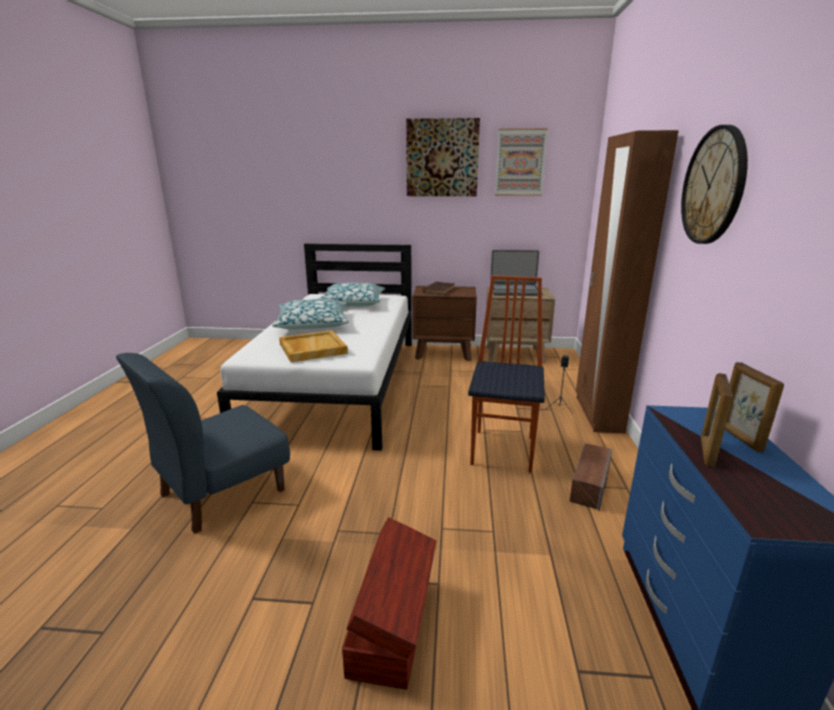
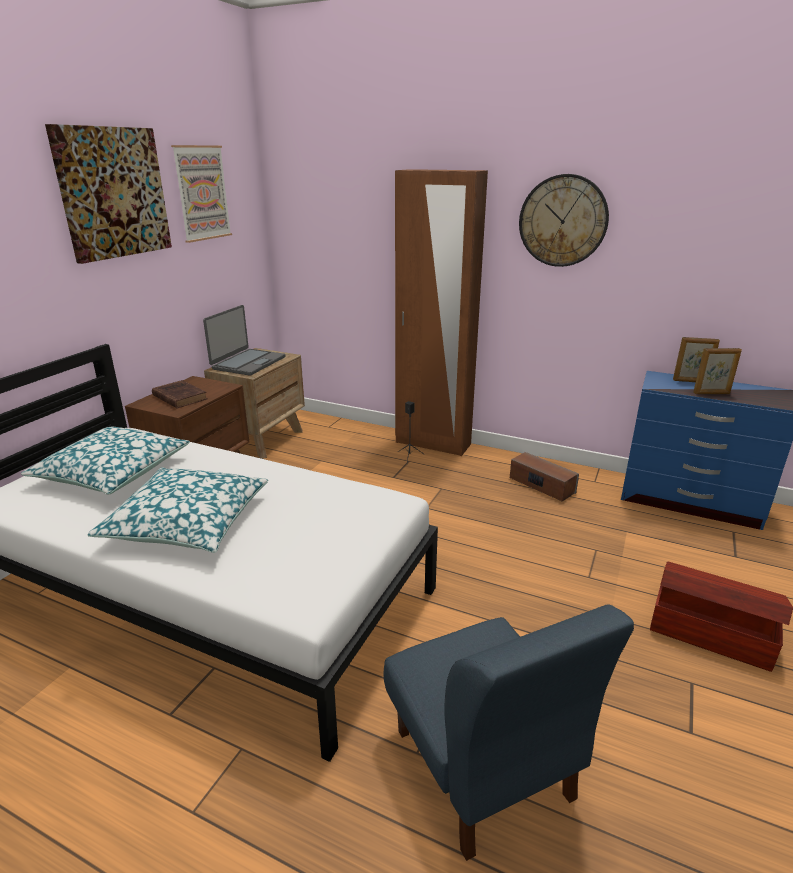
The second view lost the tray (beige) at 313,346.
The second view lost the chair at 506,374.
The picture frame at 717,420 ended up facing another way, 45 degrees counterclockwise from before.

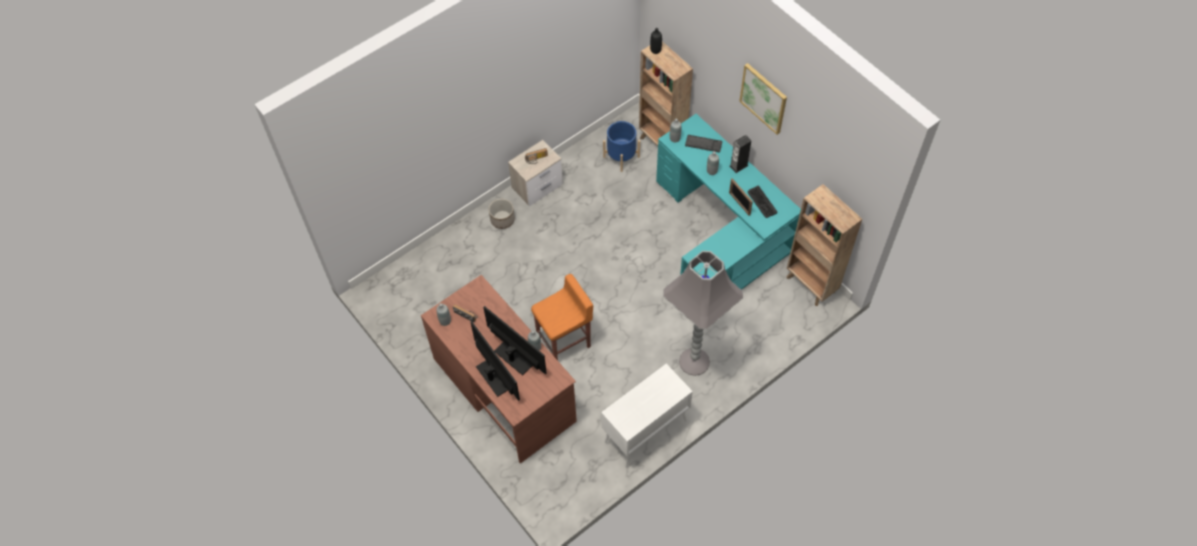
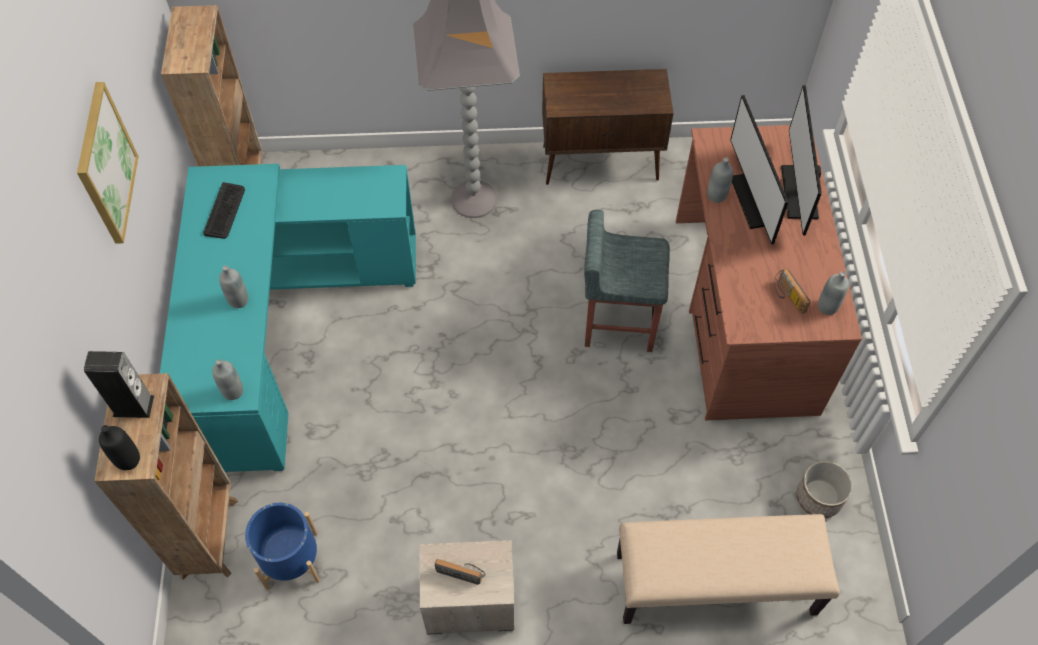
The second view lost the keyboard at 703,144.
The second view lost the picture frame at 741,197.
The second view gained the bench (beige) at 728,569.
The planter ended up elsewhere, having gone from 502,214 to 825,489.
The speaker ended up elsewhere, having gone from 740,154 to 119,384.
What was the stool (orange) at 562,317 turned into the stool (grey) at 626,281.
What was the cabinet (white) at 647,415 turned into the cabinet (brown) at 608,127.

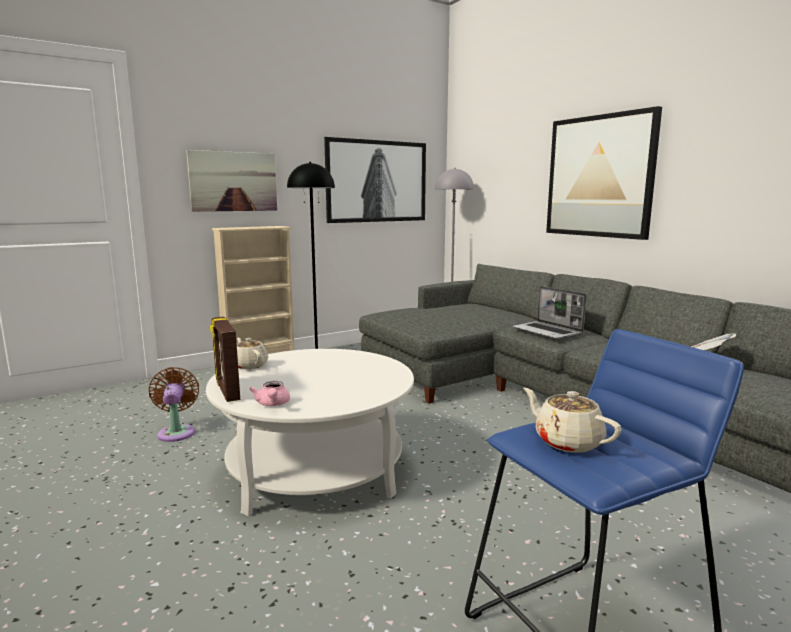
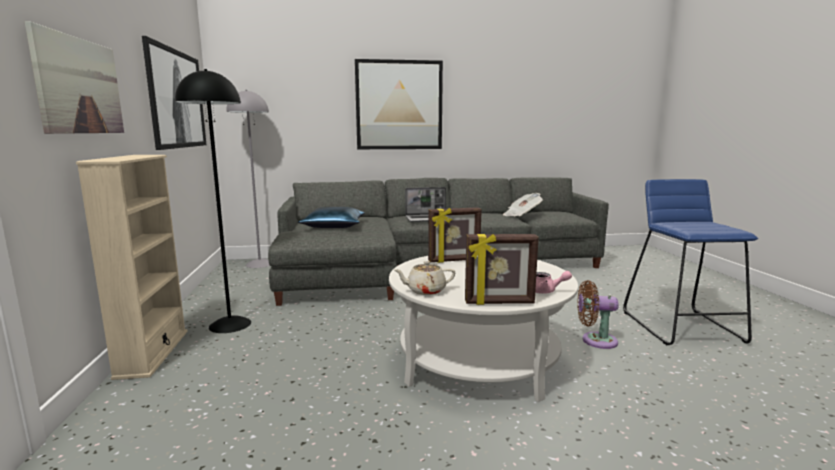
The second view lost the teapot (beige) at 572,420.
The second view gained the pillow (blue) at 331,217.
The second view gained the picture frame at 455,235.
The fan (brown) ended up elsewhere, having gone from 174,404 to 597,314.

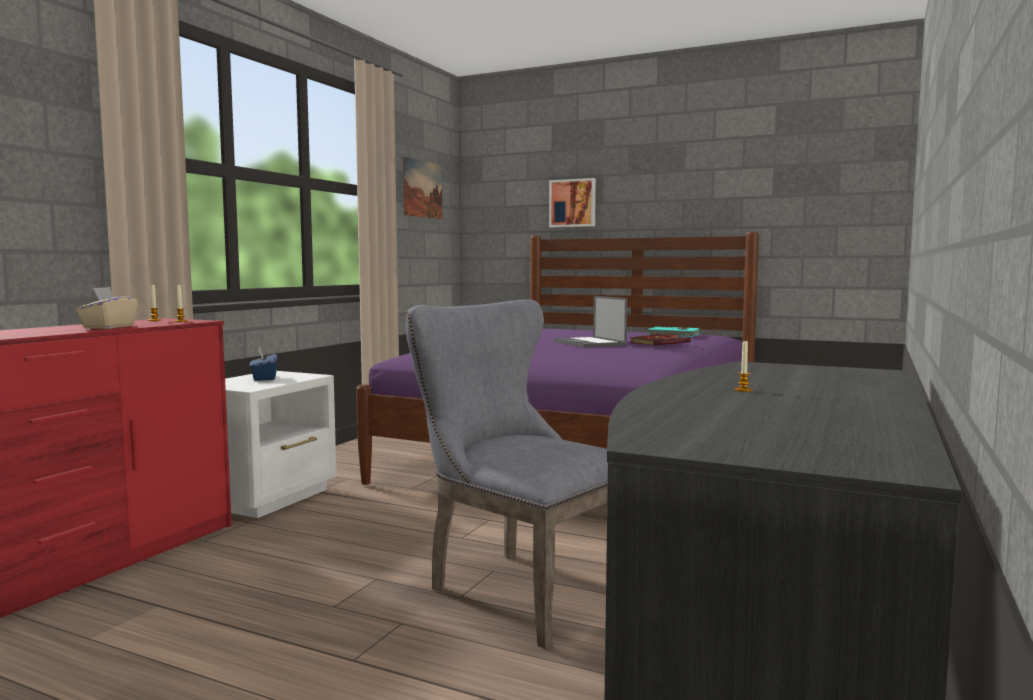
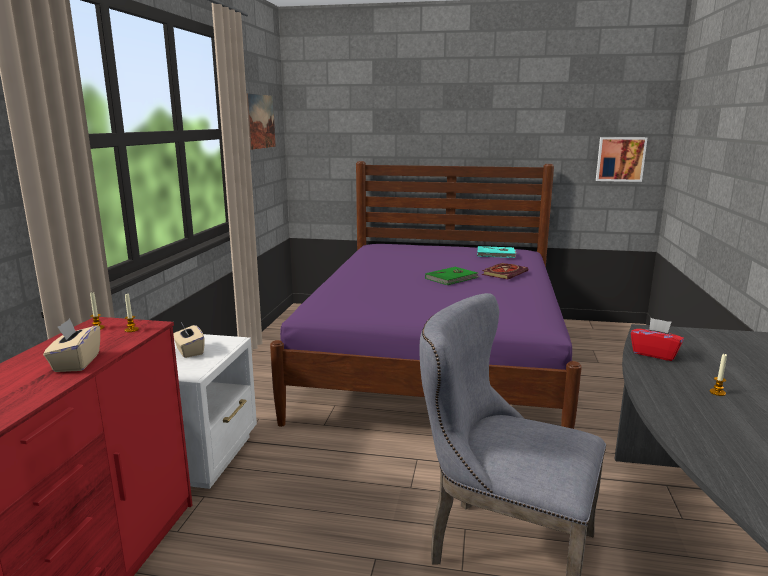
The second view gained the tissue box (red) at 657,339.
The picture ended up elsewhere, having gone from 572,202 to 621,159.
Where the laptop stood at 590,322, the book (green) came to stand at 452,276.
What was the tissue box (blue) at 263,364 turned into the tissue box (beige) at 189,340.

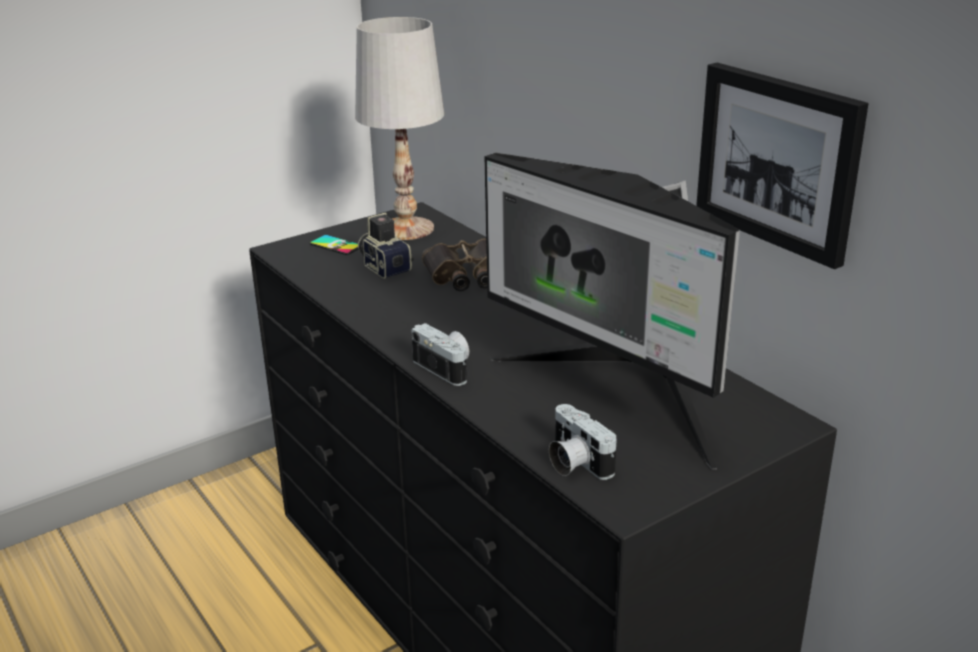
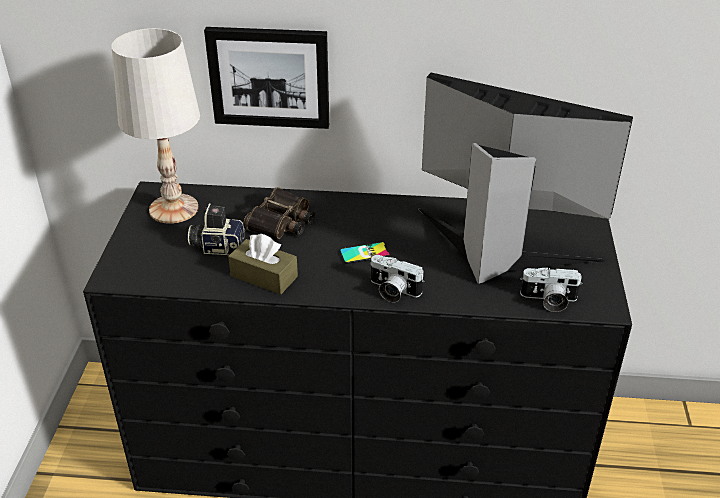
The second view gained the tissue box (brown) at 263,264.
The phone ended up elsewhere, having gone from 333,245 to 364,253.
The picture ended up elsewhere, having gone from 782,166 to 266,78.
The photo camera at 440,354 ended up facing another way, 150 degrees counterclockwise from before.
The monitor at 612,311 ended up facing another way, 150 degrees counterclockwise from before.

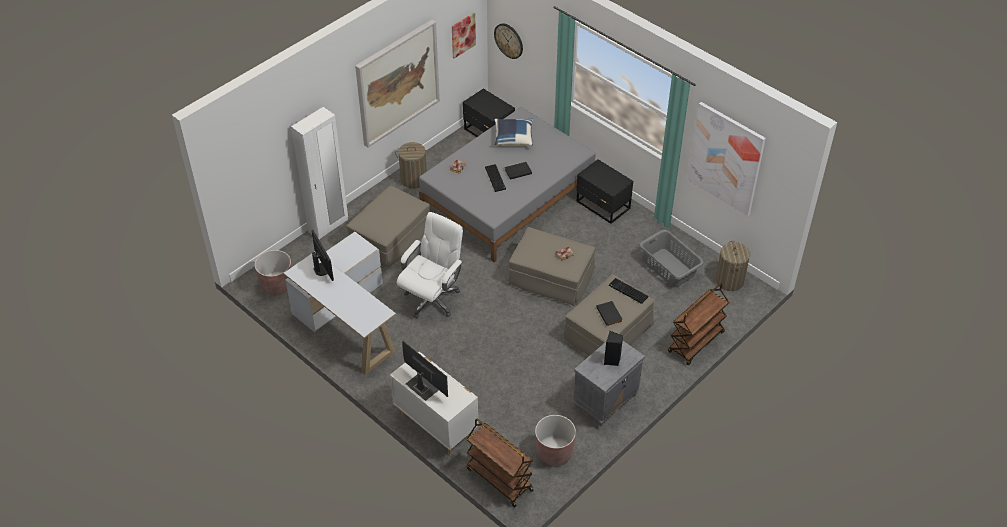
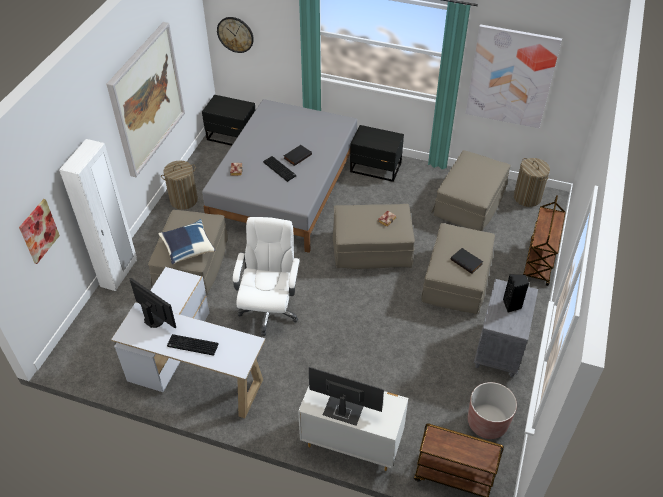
The second view lost the planter (brown) at 273,272.
The picture ended up elsewhere, having gone from 464,35 to 39,231.
The pillow (blue) ended up elsewhere, having gone from 514,132 to 187,241.
The keyboard ended up elsewhere, having gone from 628,291 to 193,345.
Where the laundry basket (grey) stood at 671,258, the ottoman (beige) came to stand at 471,190.

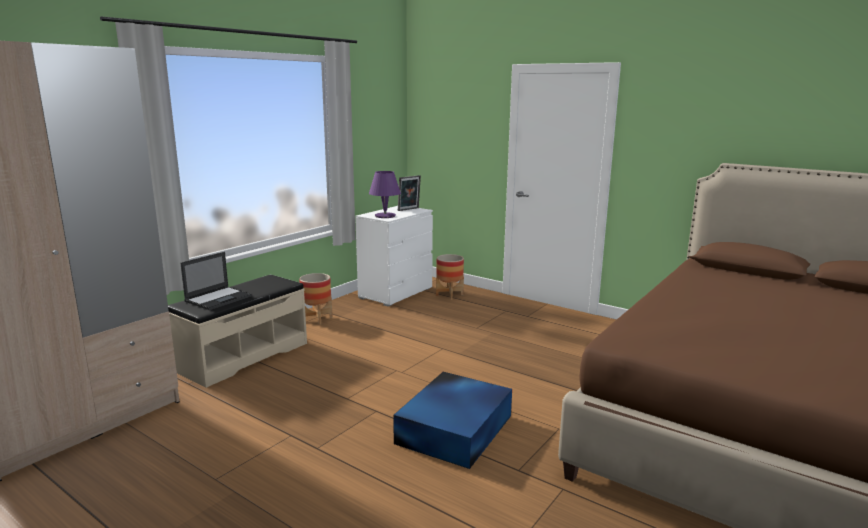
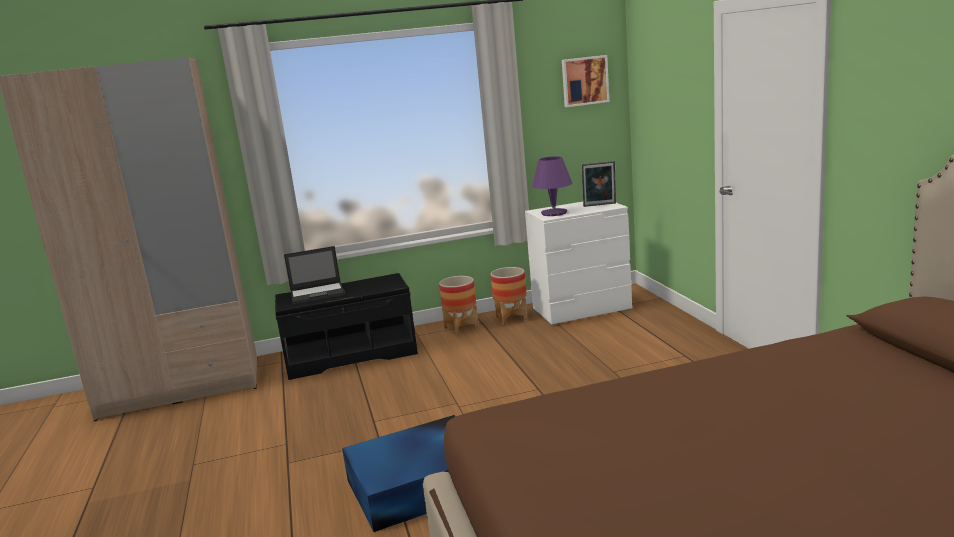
The second view gained the picture at 585,81.
The planter ended up elsewhere, having gone from 450,277 to 509,296.
What was the bench (beige) at 237,331 turned into the bench (black) at 346,326.

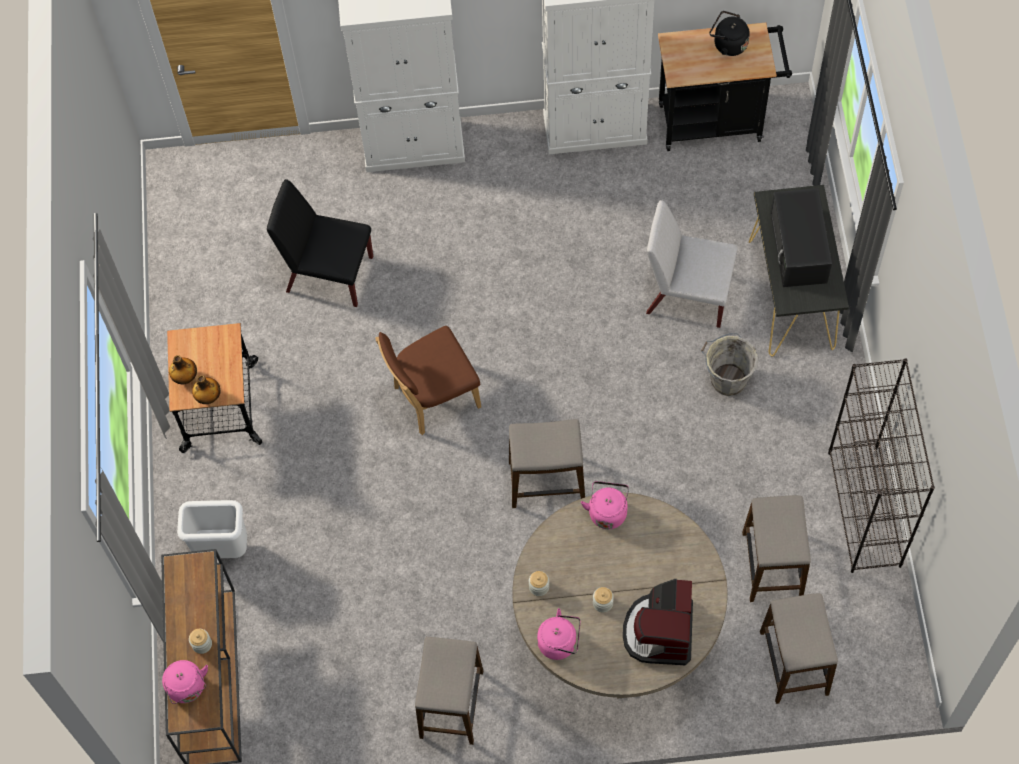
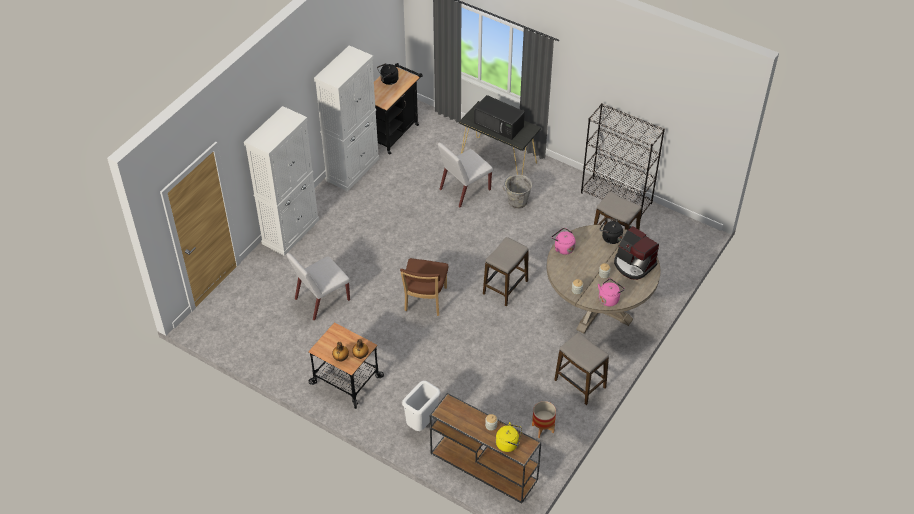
The second view lost the stool at 799,648.
The second view gained the planter at 544,419.
The second view gained the kettle (black) at 611,231.
What was the kettle (pink) at 185,682 turned into the kettle (yellow) at 509,437.
What was the chair (black) at 320,243 turned into the chair (white) at 318,286.

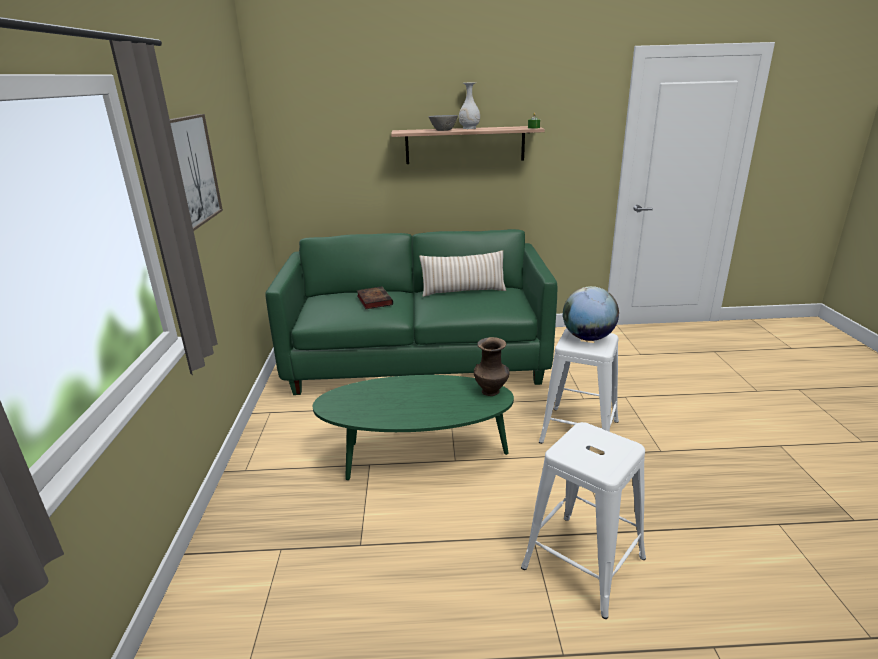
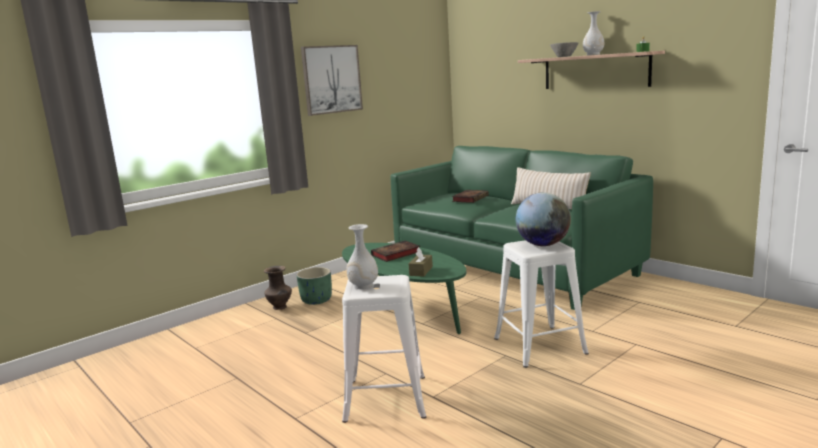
The second view gained the planter (green) at 314,286.
The second view gained the vase (white) at 362,256.
The second view gained the book at 395,251.
The second view gained the tissue box (brown) at 421,262.
The vase (brown) ended up elsewhere, having gone from 492,366 to 278,288.

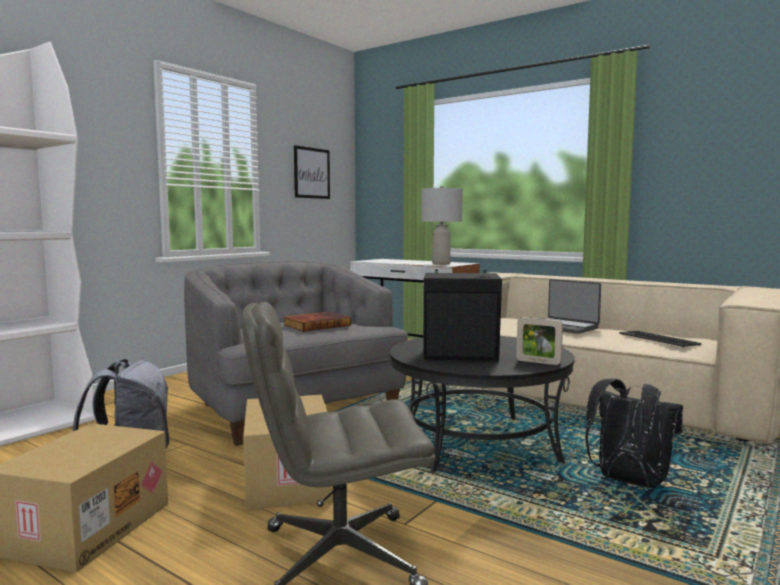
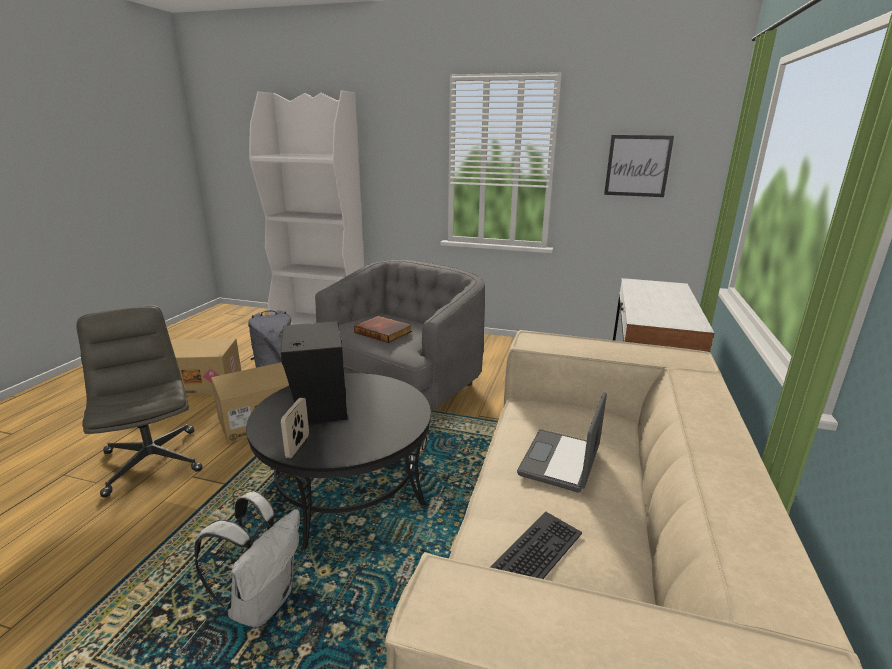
The second view lost the table lamp (grey) at 442,225.
What was the backpack (black) at 634,433 turned into the backpack (white) at 247,559.

